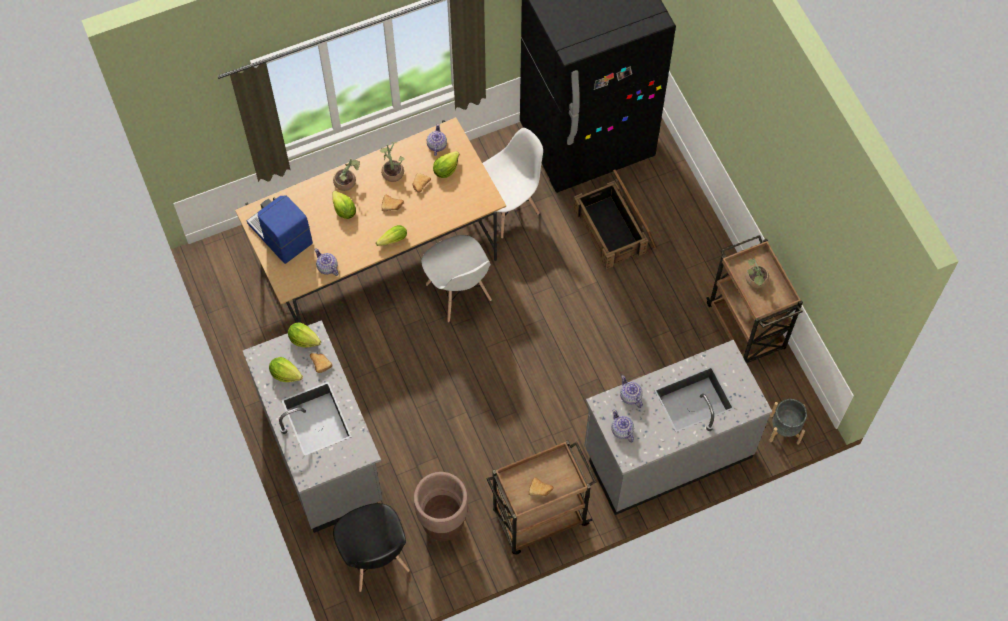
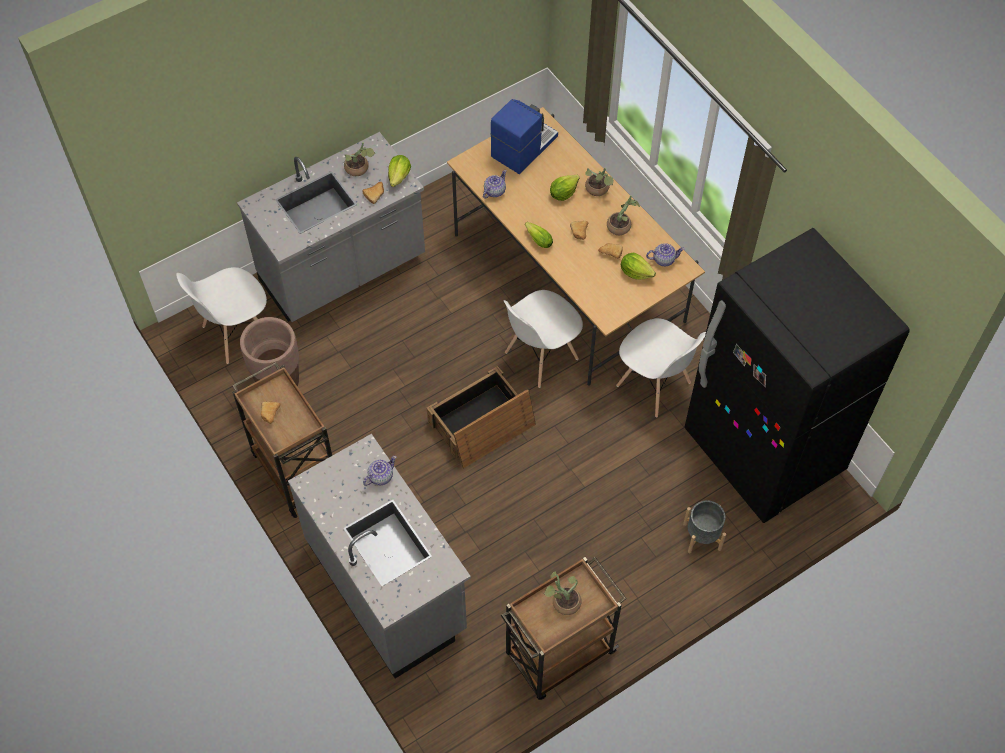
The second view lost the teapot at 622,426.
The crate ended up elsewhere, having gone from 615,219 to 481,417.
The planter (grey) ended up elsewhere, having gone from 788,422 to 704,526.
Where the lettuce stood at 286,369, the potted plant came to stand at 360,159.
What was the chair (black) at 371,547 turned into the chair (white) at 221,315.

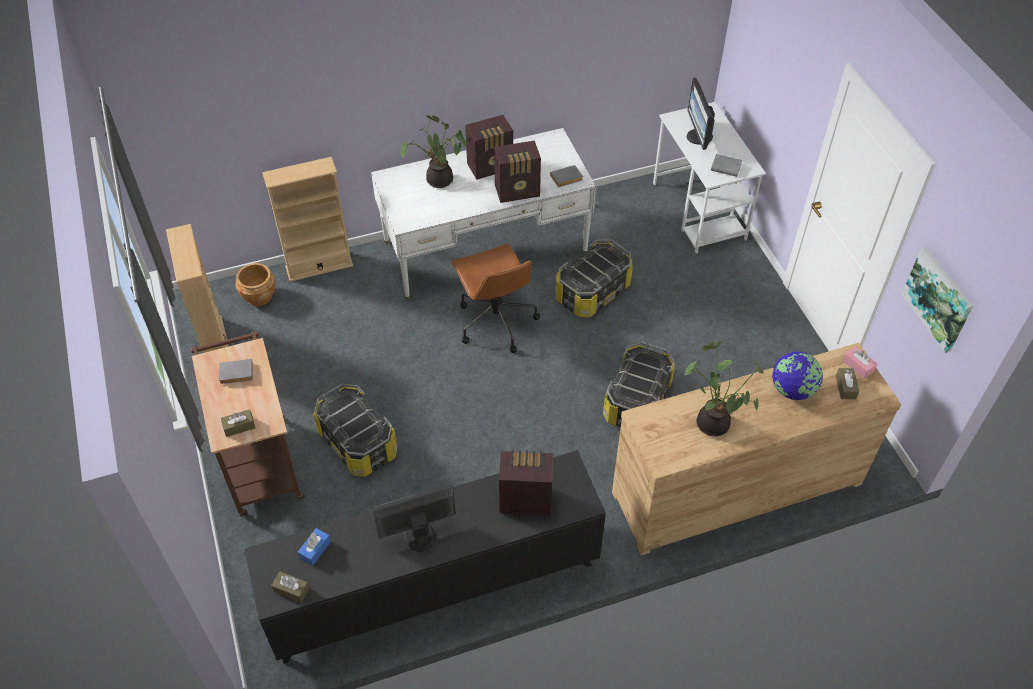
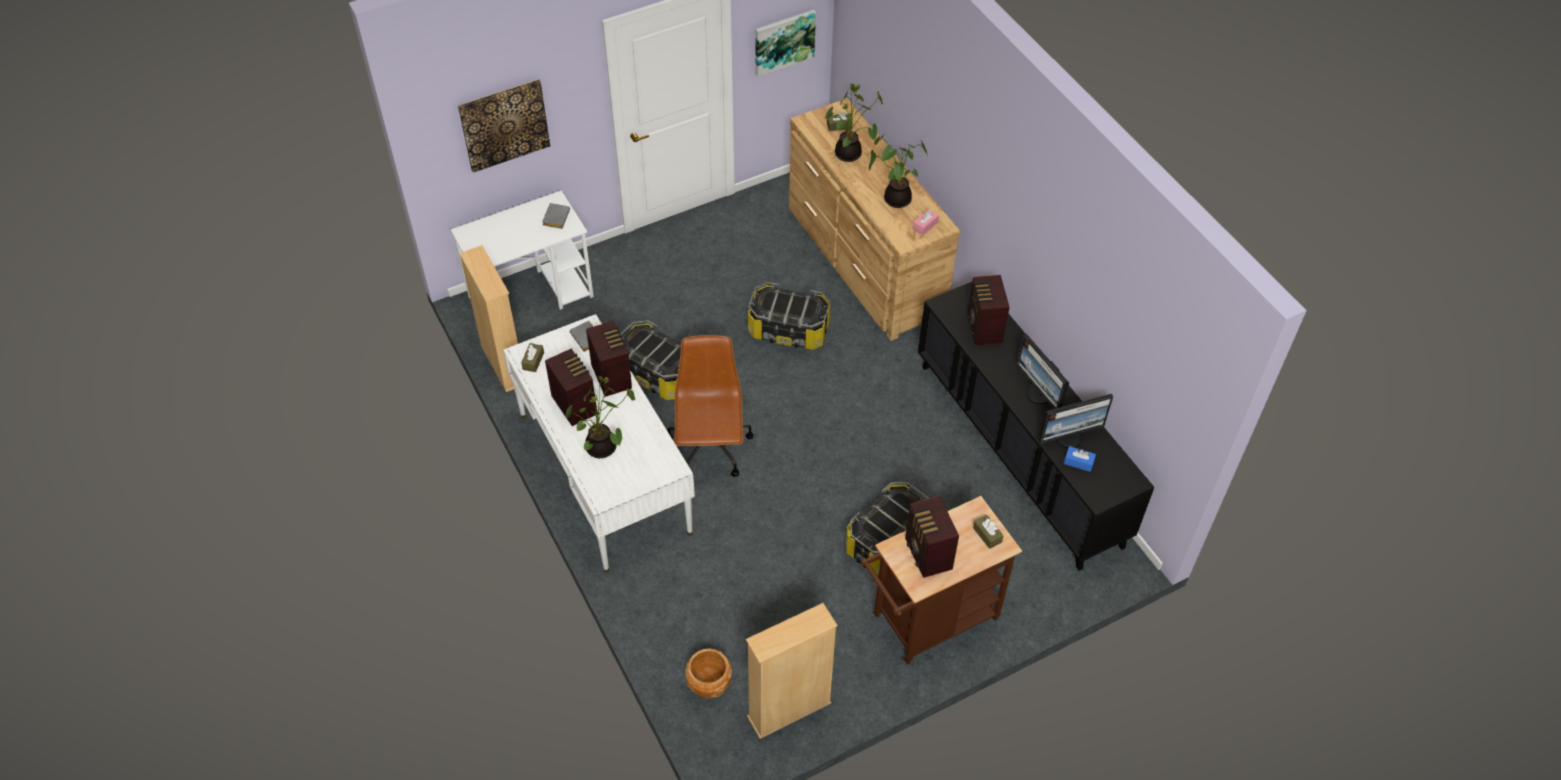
The second view gained the picture at 504,126.
The bookcase (beige) ended up elsewhere, having gone from 307,219 to 488,318.
The tissue box (brown) ended up elsewhere, having gone from 290,587 to 532,357.
The monitor ended up elsewhere, having gone from 701,114 to 1076,421.
The tissue box (pink) ended up elsewhere, having gone from 860,362 to 925,222.
Where the book (grey) stood at 236,371, the radio came to stand at 932,537.
Where the globe stood at 797,375, the potted plant came to stand at 854,123.
The office chair (brown) at 495,298 ended up facing another way, 60 degrees counterclockwise from before.

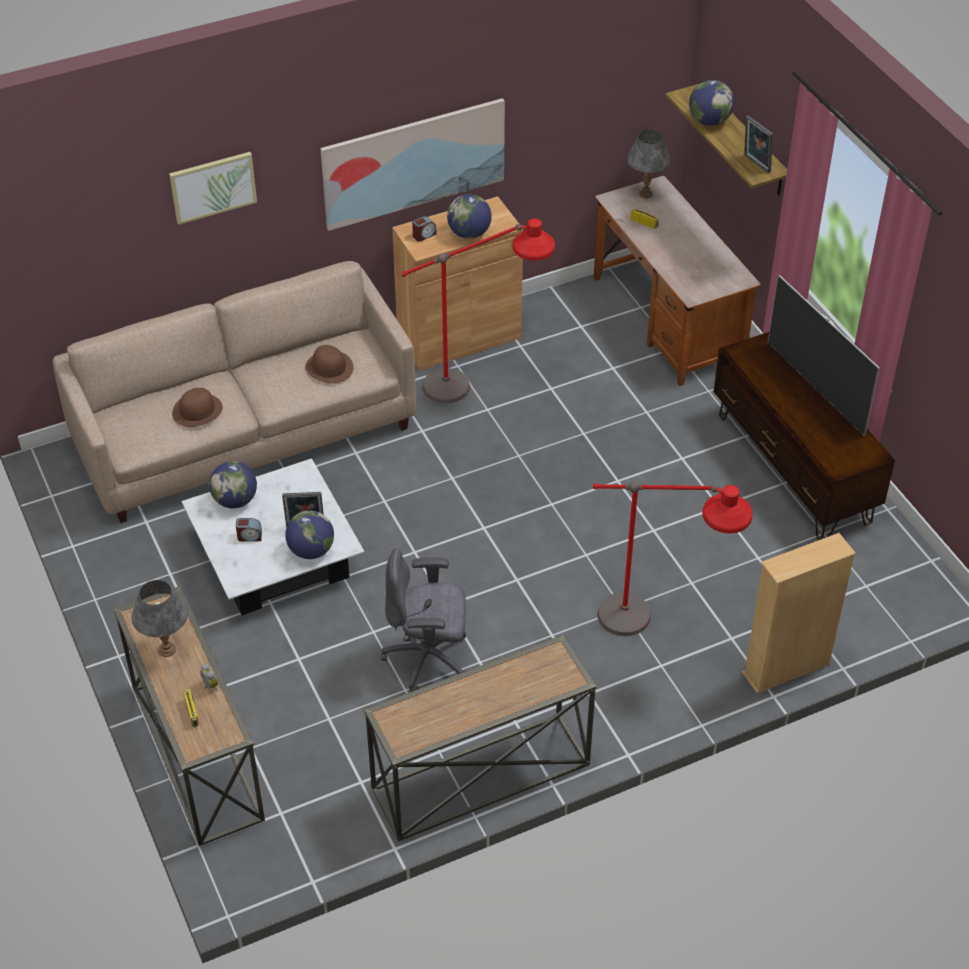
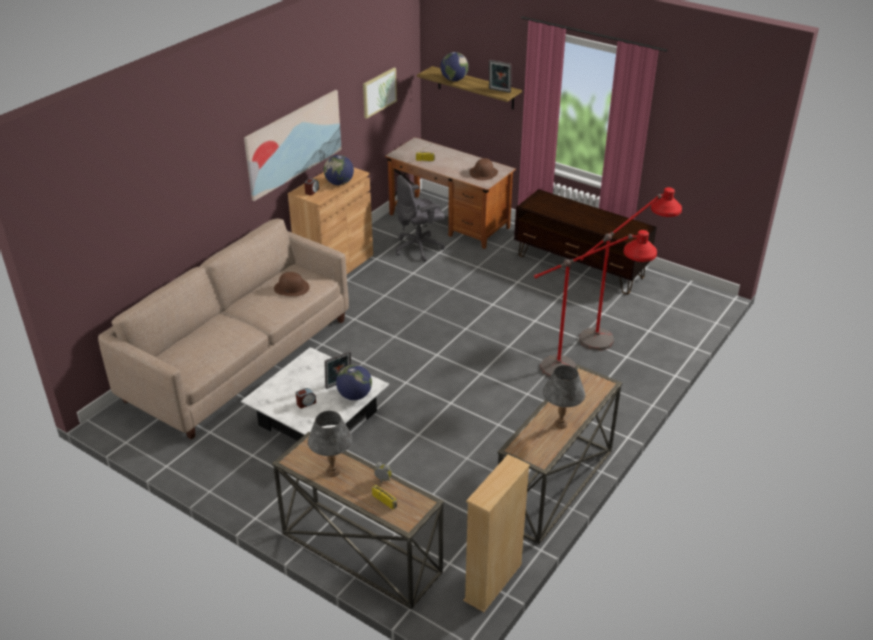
The second view lost the globe at 233,485.
The second view lost the television at 824,355.
The picture ended up elsewhere, having gone from 213,188 to 380,93.
The hat (brown) ended up elsewhere, having gone from 197,407 to 483,169.
The office chair (grey) ended up elsewhere, having gone from 423,620 to 420,218.
The floor lamp (red) ended up elsewhere, having gone from 478,310 to 630,269.
The table lamp (grey) ended up elsewhere, having gone from 649,164 to 564,397.
The bookcase (beige) ended up elsewhere, having gone from 799,613 to 496,533.

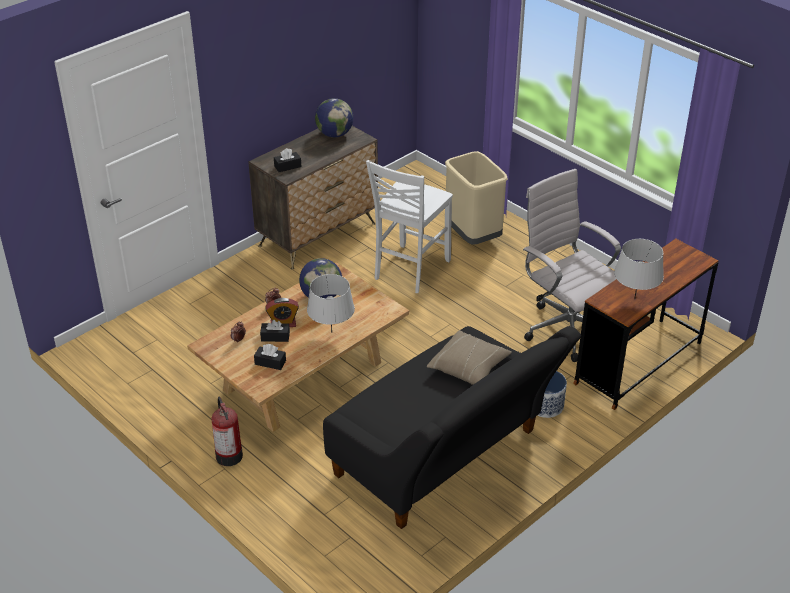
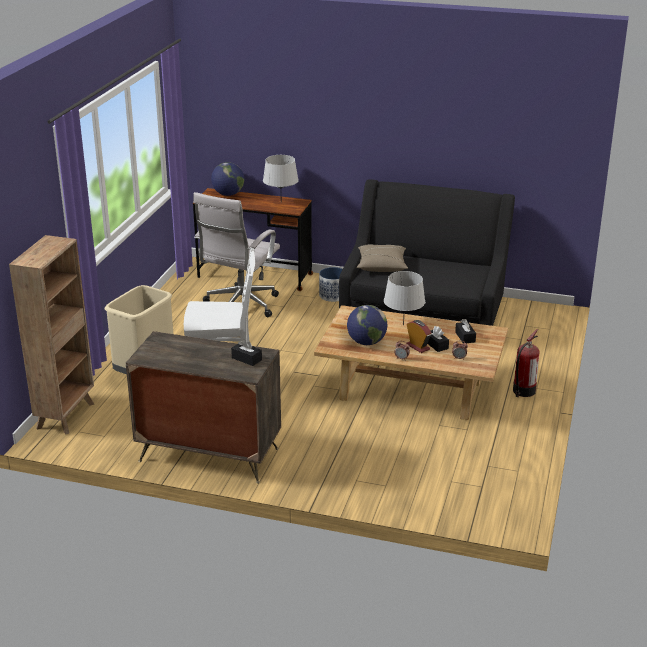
The second view gained the bookcase (brown) at 51,335.
The globe ended up elsewhere, having gone from 334,117 to 227,179.

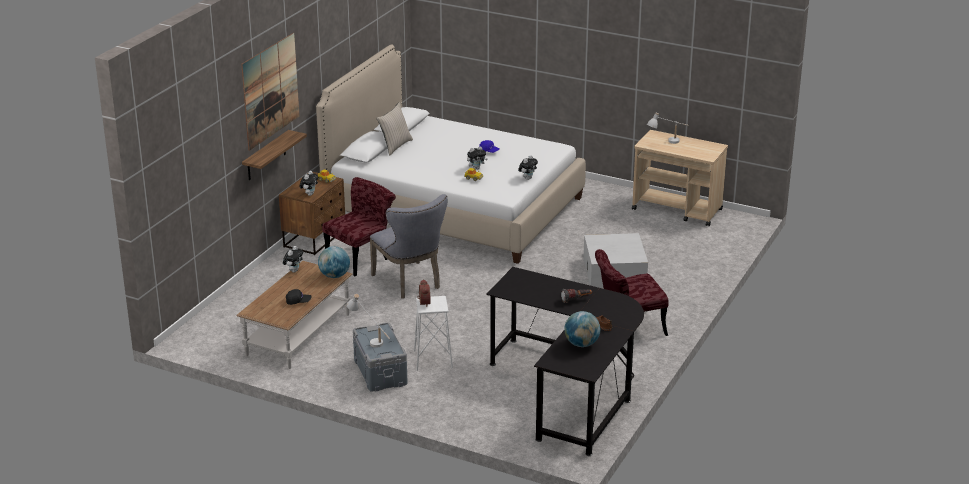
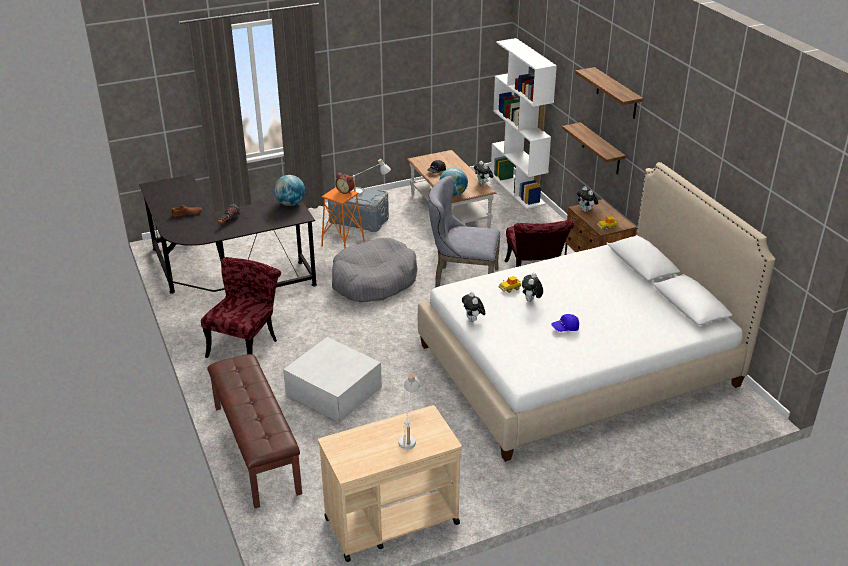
The second view lost the pillow (beige) at 394,129.
The second view gained the bench (brown) at 254,431.
The second view gained the dog bed (grey) at 375,270.
The second view gained the bookcase (white) at 524,123.
The globe ended up elsewhere, having gone from 582,329 to 289,190.
Where the picture hung at 270,92, the shelf came to hang at 609,93.
What was the stool (white) at 433,333 turned into the stool (orange) at 343,217.

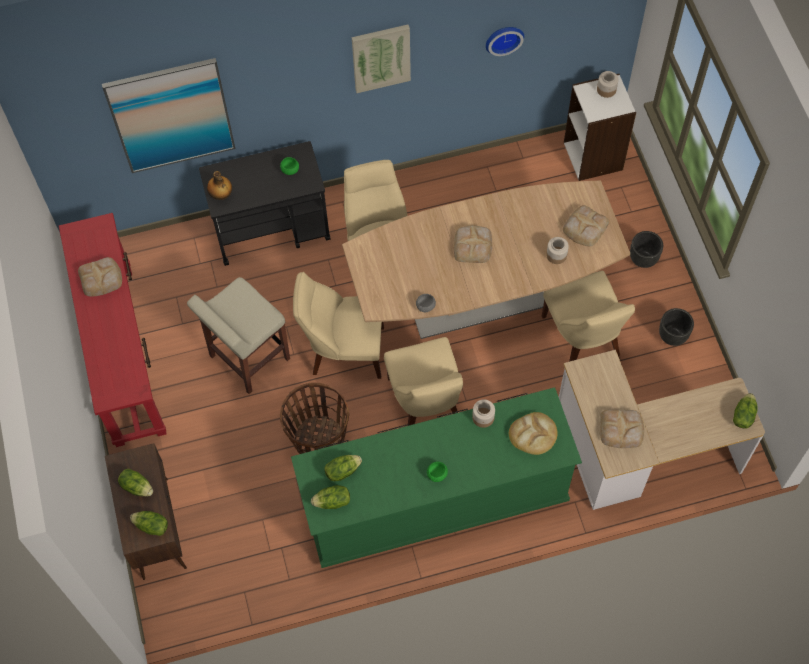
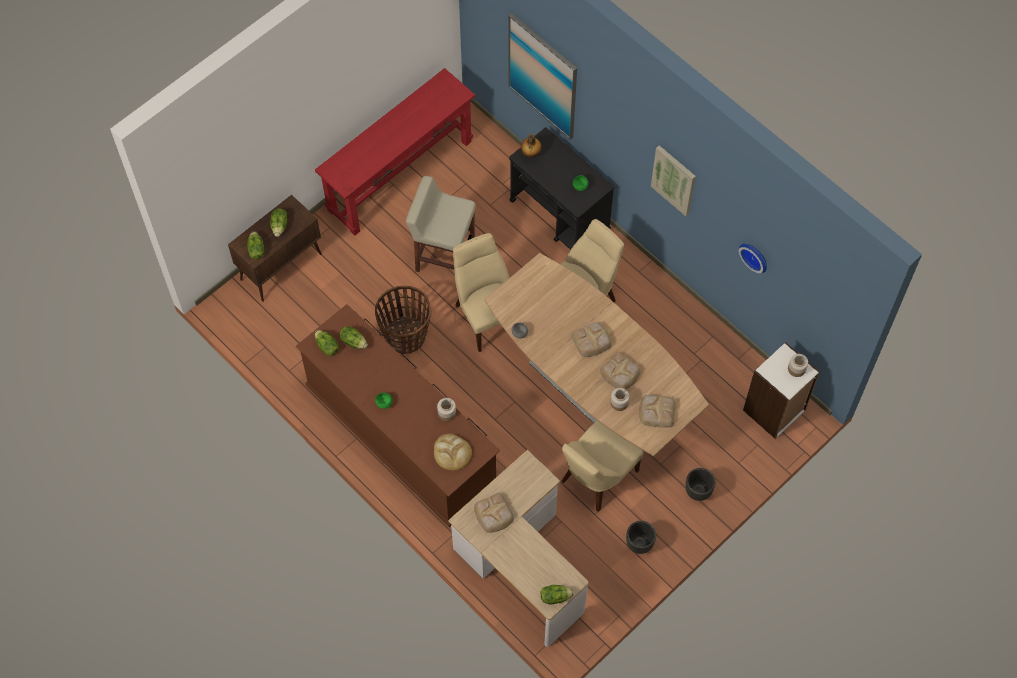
The second view lost the chair (beige) at 423,381.
The bread ended up elsewhere, having gone from 100,277 to 620,370.
What was the dresser (green) at 436,477 turned into the dresser (brown) at 398,415.

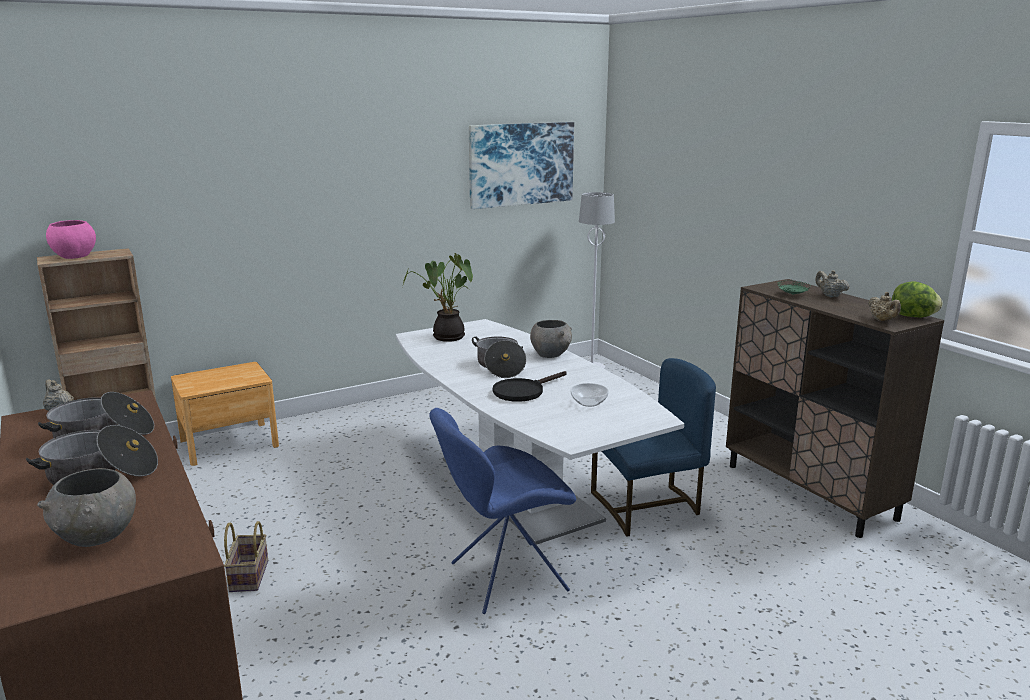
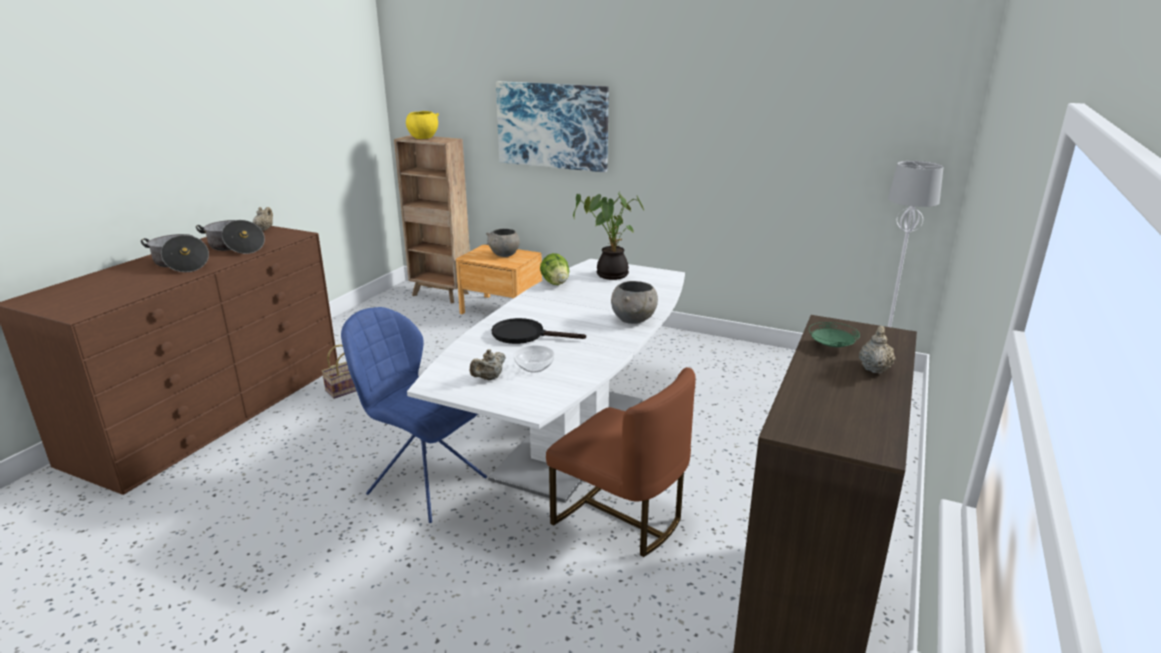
The second view lost the cooking pot at 499,357.
The bowl (grey) ended up elsewhere, having gone from 86,507 to 503,243.
The picture ended up elsewhere, having gone from 521,165 to 552,127.
The teapot (beige) ended up elsewhere, having gone from 884,306 to 488,364.
The lettuce ended up elsewhere, having gone from 917,299 to 554,269.
What was the bowl (pink) at 71,239 turned into the bowl (yellow) at 422,125.
What was the chair (blue) at 653,447 turned into the chair (brown) at 621,462.

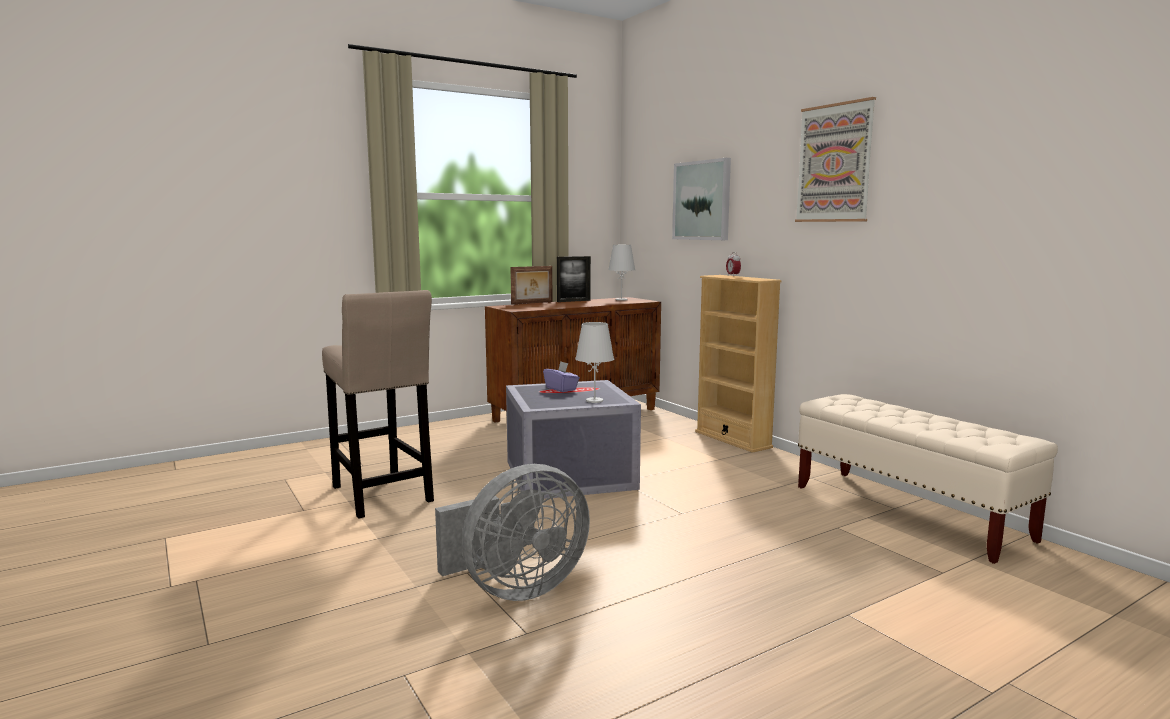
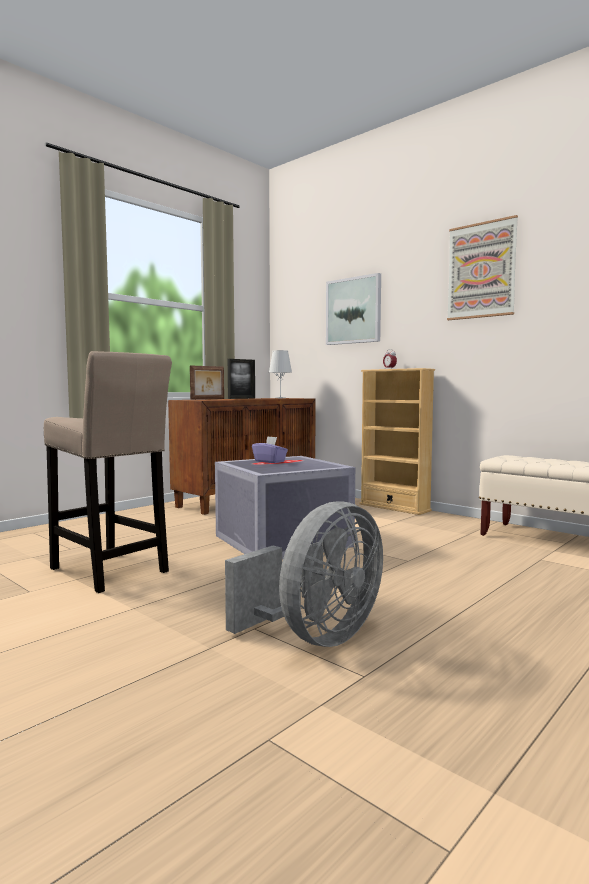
The second view lost the table lamp (white) at 594,362.

